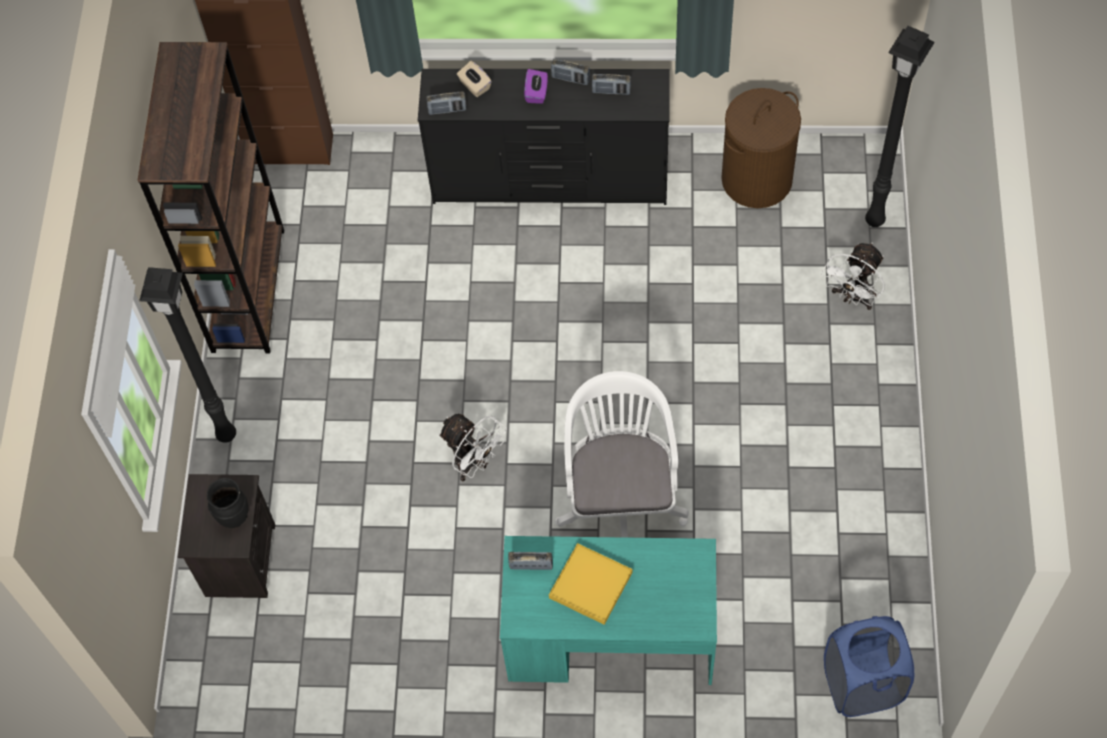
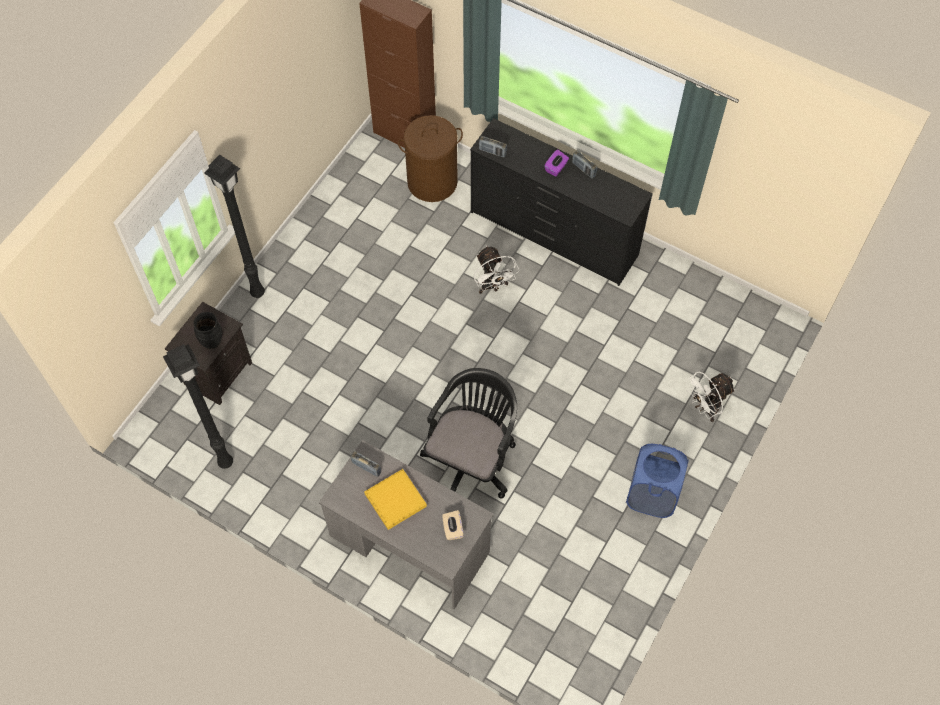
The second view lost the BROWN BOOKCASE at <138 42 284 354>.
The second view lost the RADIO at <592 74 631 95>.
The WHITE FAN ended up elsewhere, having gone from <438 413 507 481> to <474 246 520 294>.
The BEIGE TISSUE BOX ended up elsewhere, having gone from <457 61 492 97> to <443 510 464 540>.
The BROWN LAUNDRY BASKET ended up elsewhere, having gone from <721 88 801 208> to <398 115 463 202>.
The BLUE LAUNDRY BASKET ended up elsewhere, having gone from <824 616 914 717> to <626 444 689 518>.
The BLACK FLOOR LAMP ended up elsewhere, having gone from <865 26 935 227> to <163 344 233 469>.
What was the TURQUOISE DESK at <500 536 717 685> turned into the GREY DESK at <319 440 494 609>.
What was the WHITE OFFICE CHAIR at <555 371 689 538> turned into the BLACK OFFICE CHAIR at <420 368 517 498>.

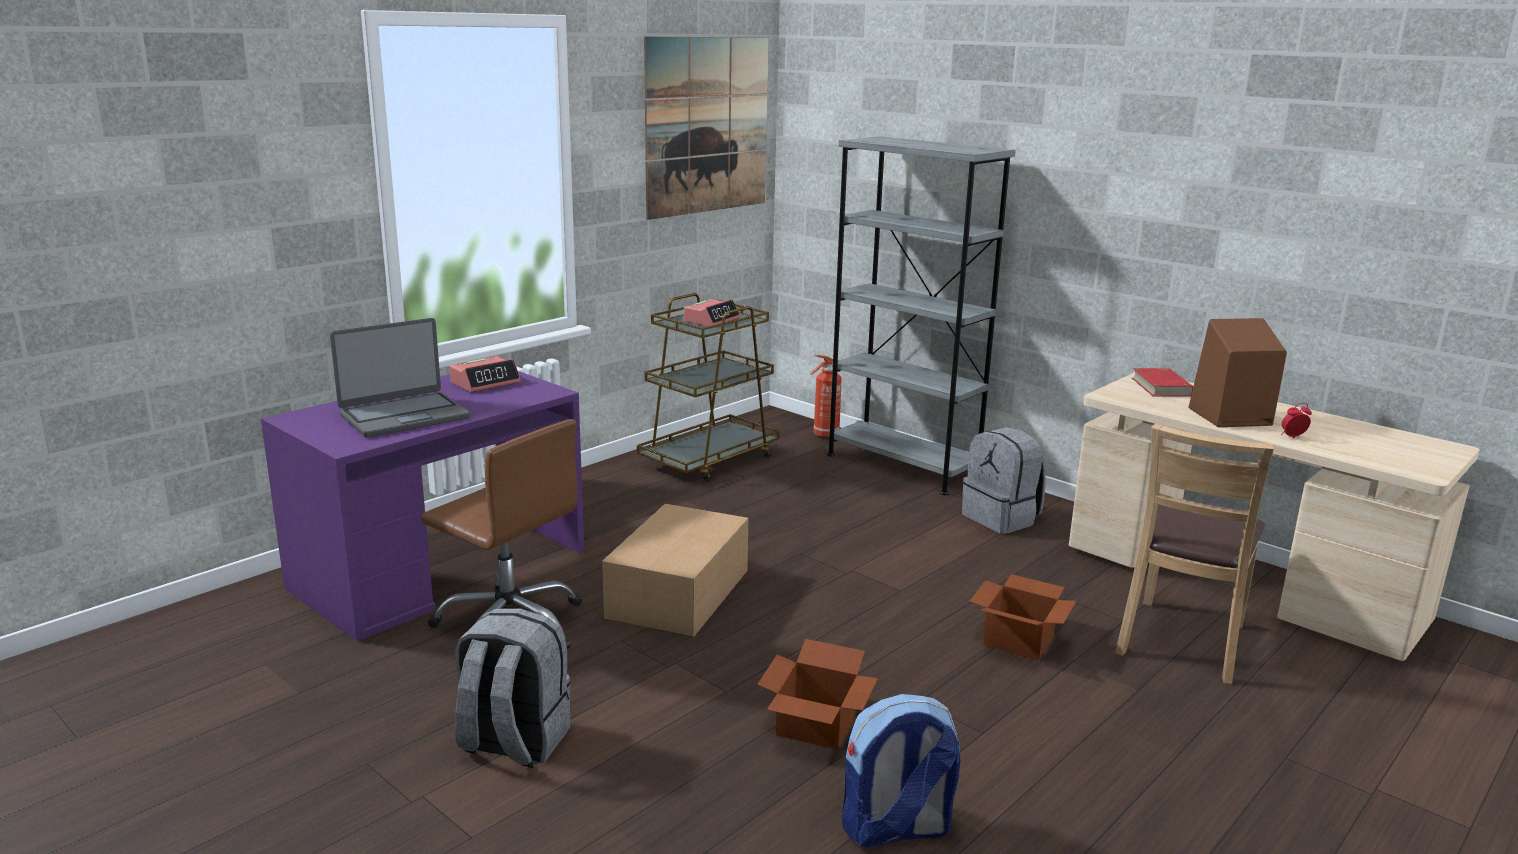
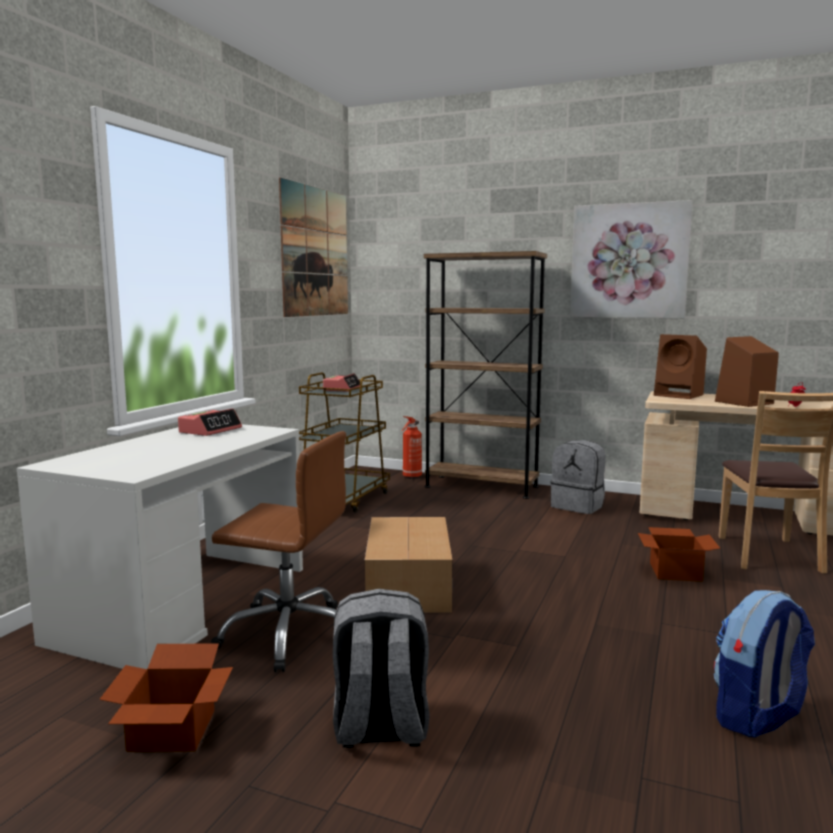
The second view lost the LAPTOP at <330 318 470 438>.
The second view gained the PICTURE at <570 200 693 318>.
The CARDBOARD BOX ended up elsewhere, having gone from <757 639 878 750> to <99 643 233 752>.
Where the RED BOOK stood at <1132 368 1193 397>, the BROWN SPEAKER came to stand at <654 334 707 399>.
What was the PURPLE DESK at <261 371 584 641> turned into the WHITE DESK at <17 424 303 669>.
What was the GREY BOOKCASE at <827 136 1016 495> turned into the BROWN BOOKCASE at <424 251 547 499>.

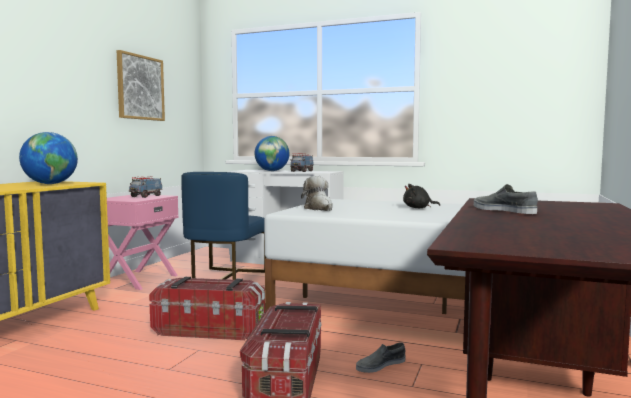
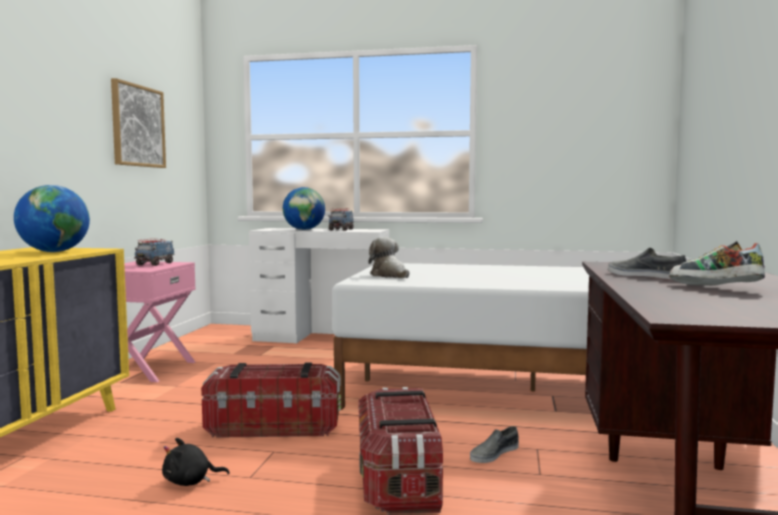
The second view lost the BLUE CHAIR at <181 172 266 280>.
The second view gained the SHOE at <669 241 765 285>.
The BLACK PLUSH TOY ended up elsewhere, having gone from <403 184 440 208> to <162 438 229 486>.

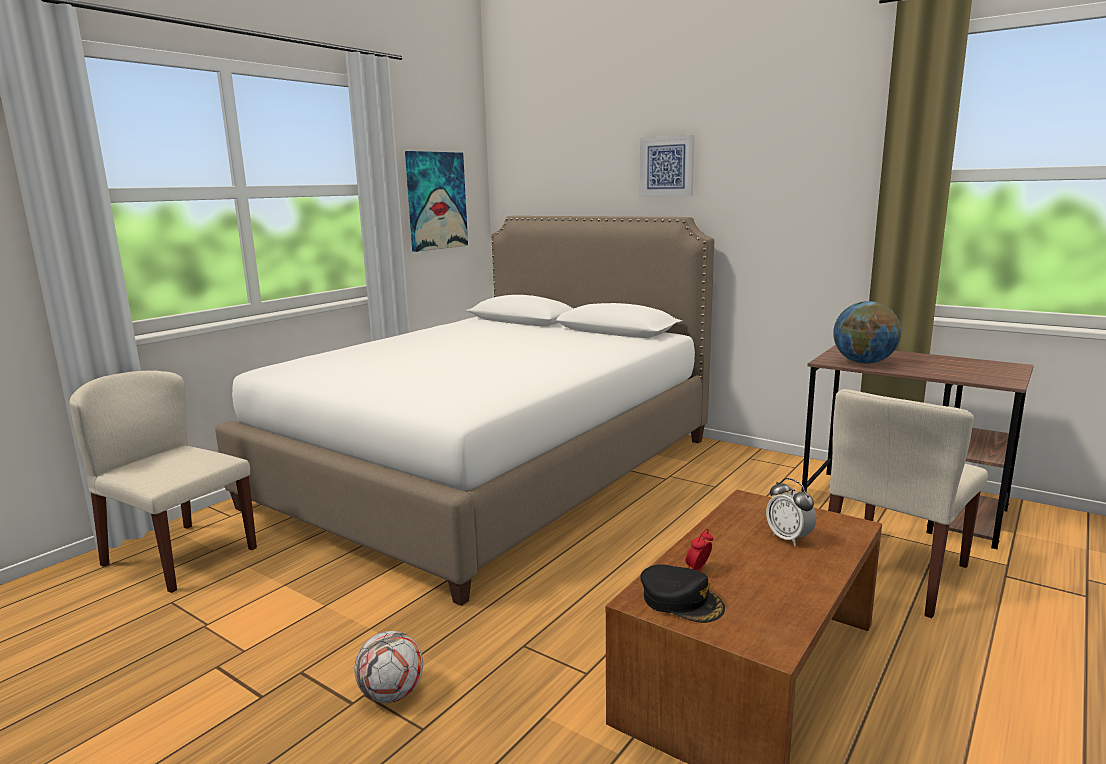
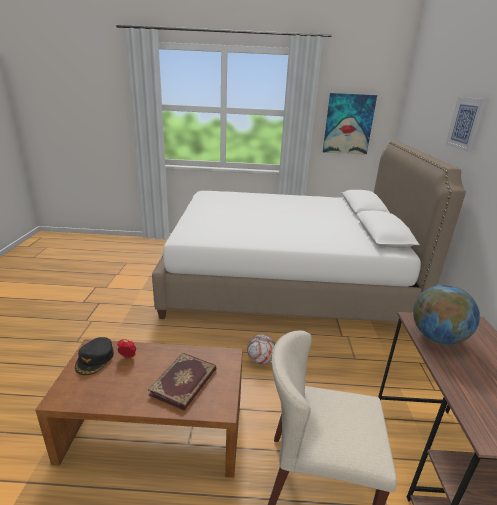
The second view lost the BEIGE CHAIR at <69 371 257 593>.
The FOOTBALL ended up elsewhere, having gone from <354 631 423 703> to <247 334 275 365>.
Where the ALARM CLOCK stood at <766 478 816 546>, the BOOK came to stand at <148 352 216 411>.

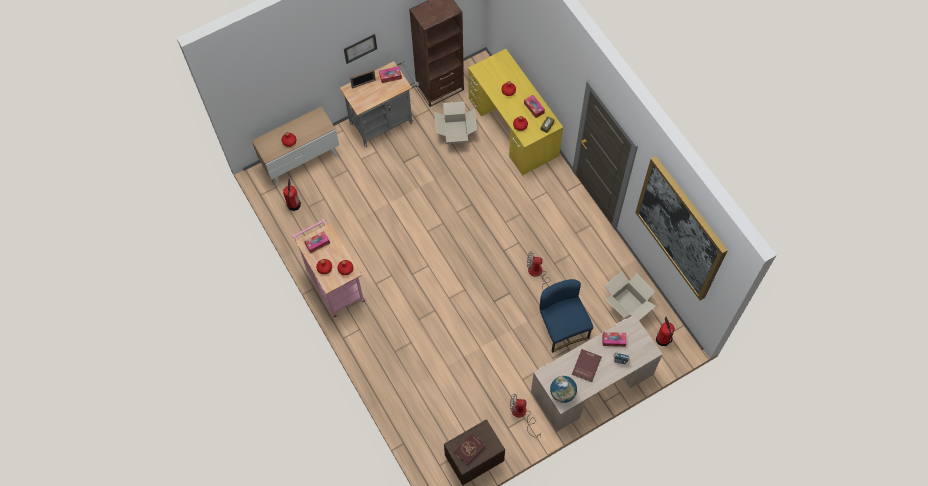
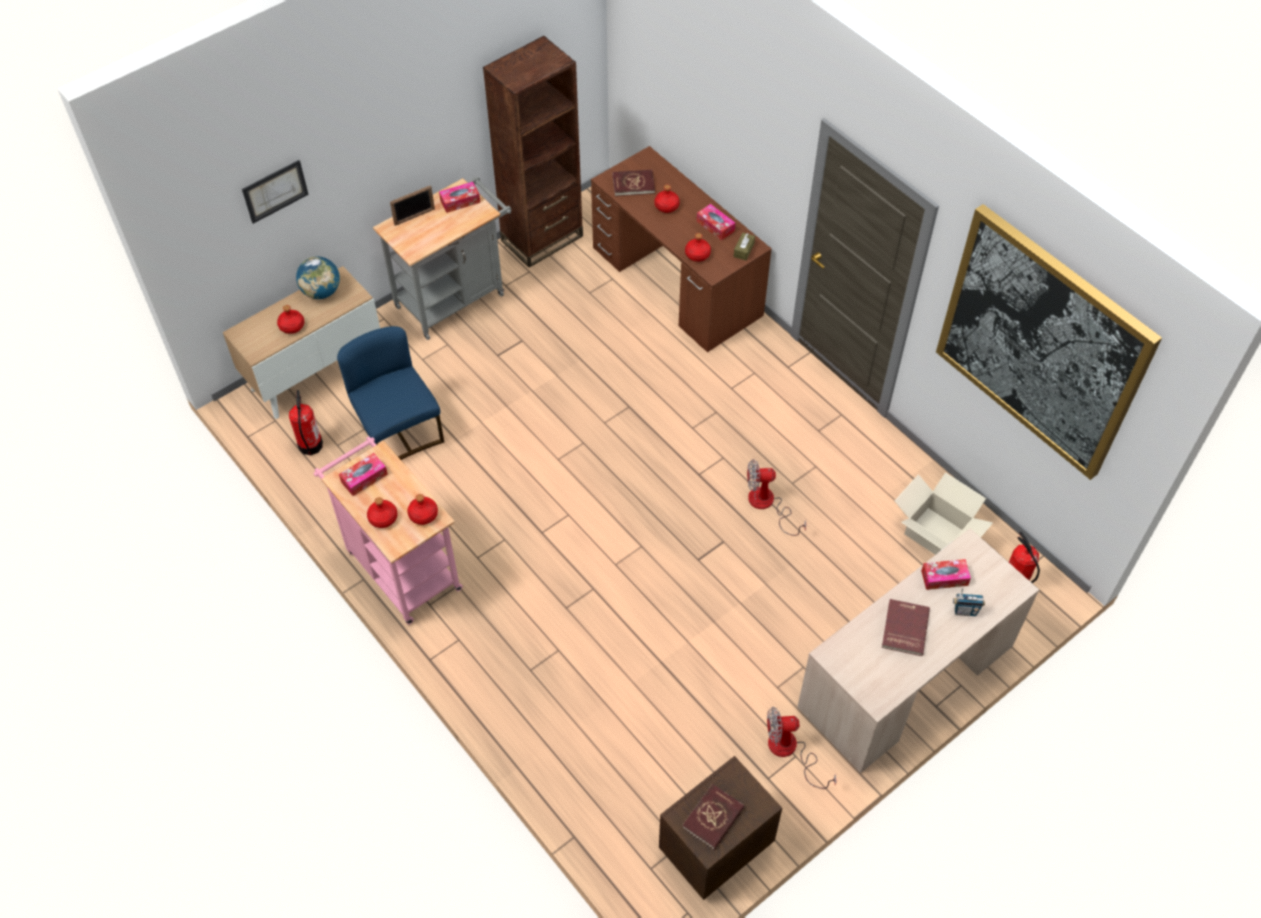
The second view lost the CARDBOARD BOX at <435 101 477 144>.
The second view gained the RED BOOK at <612 170 655 196>.
The PICTURE ended up elsewhere, having gone from <344 34 377 64> to <242 160 309 224>.
The BLUE CHAIR ended up elsewhere, having gone from <540 279 593 353> to <337 326 444 460>.
The GLOBE ended up elsewhere, having gone from <550 376 577 403> to <296 256 340 299>.
What was the YELLOW DESK at <468 49 563 176> turned into the BROWN DESK at <591 146 772 352>.

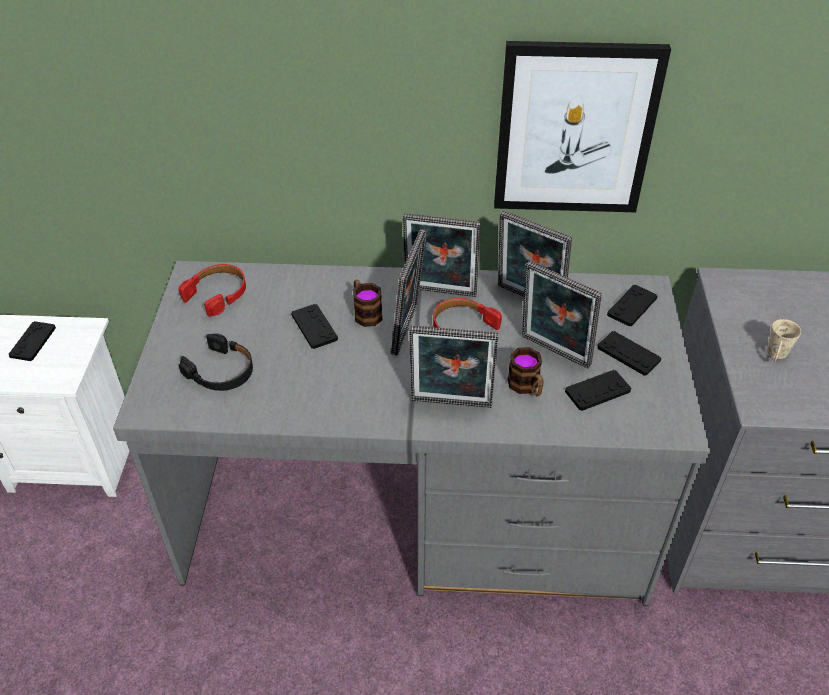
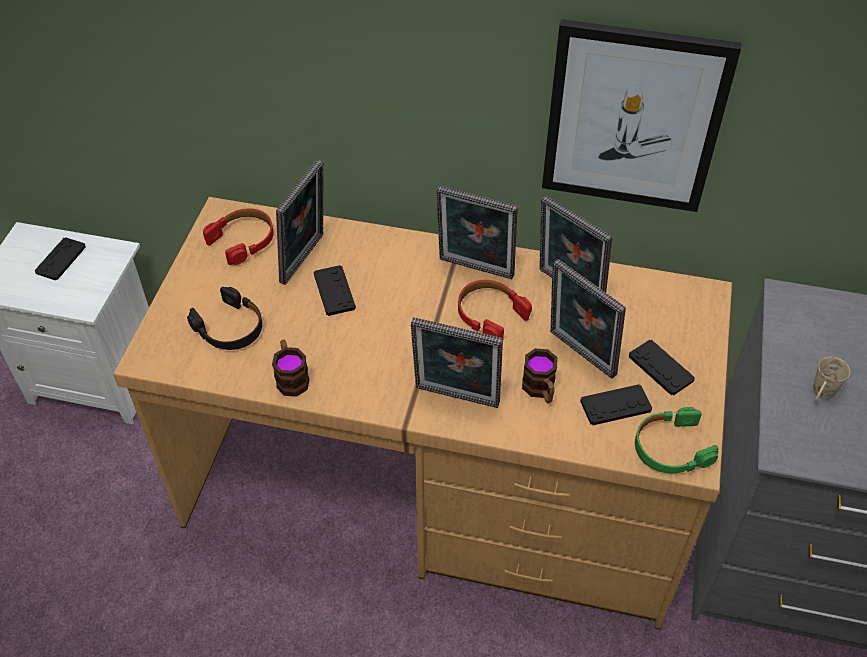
The second view lost the BLACK GAME CONTROLLER at <607 285 657 327>.
The second view gained the GREEN HEADPHONES at <635 407 719 473>.
The MUG ended up elsewhere, having gone from <353 280 383 327> to <272 340 310 397>.
The PICTURE FRAME ended up elsewhere, having gone from <391 229 427 356> to <276 160 324 285>.
What was the GREY DESK at <113 261 710 607> turned into the BROWN DESK at <113 197 732 630>.

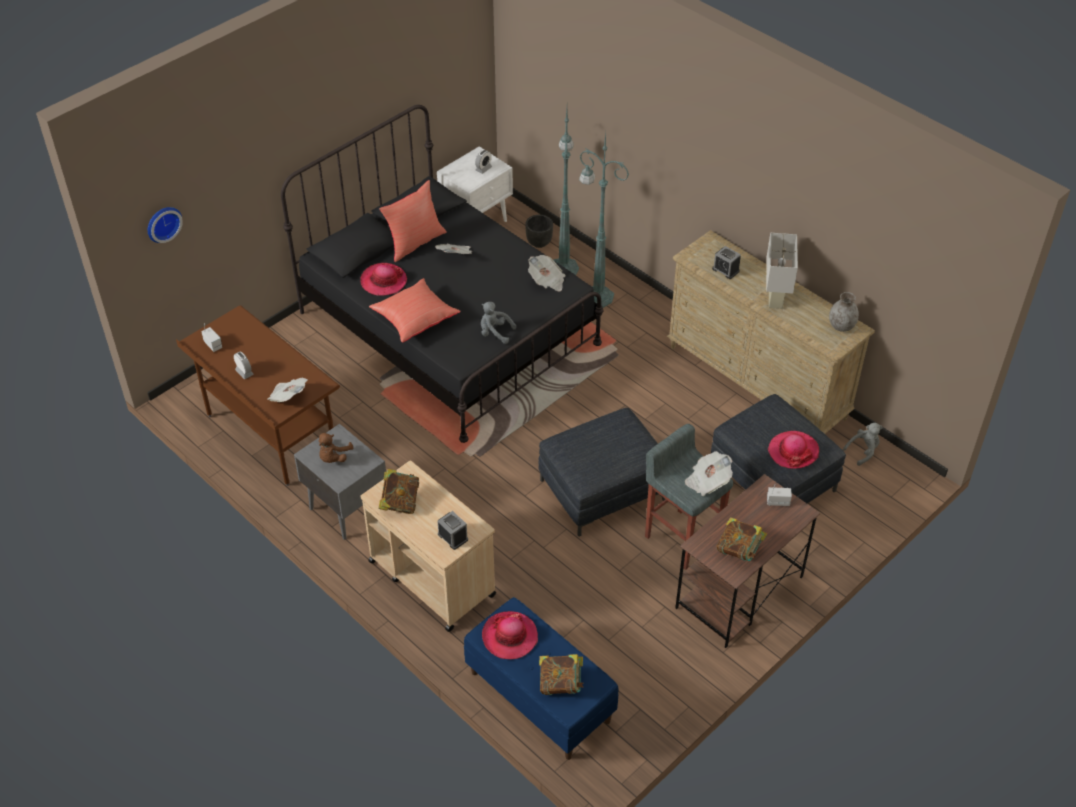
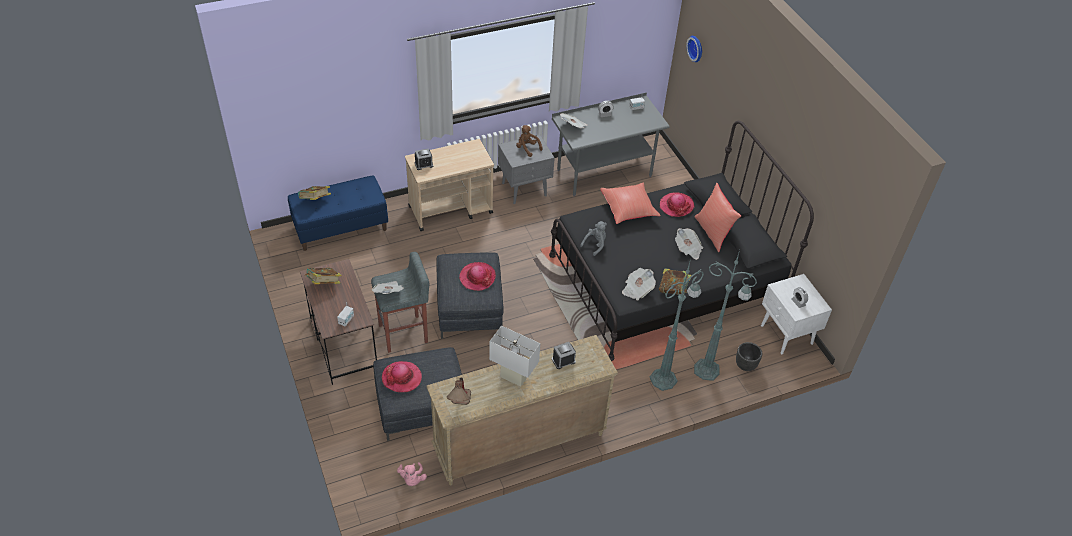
The BOOK ended up elsewhere, having gone from <378 469 419 514> to <659 268 692 295>.
The HAT ended up elsewhere, having gone from <482 611 538 659> to <459 262 496 291>.
Where the GREY VASE stood at <829 292 859 332>, the TABLE LAMP came to stand at <447 377 471 405>.
What was the BROWN DESK at <176 305 340 486> turned into the GREY DESK at <552 92 670 197>.
What was the GREY PLUSH TOY at <843 423 883 466> turned into the PINK PLUSH TOY at <397 462 427 486>.

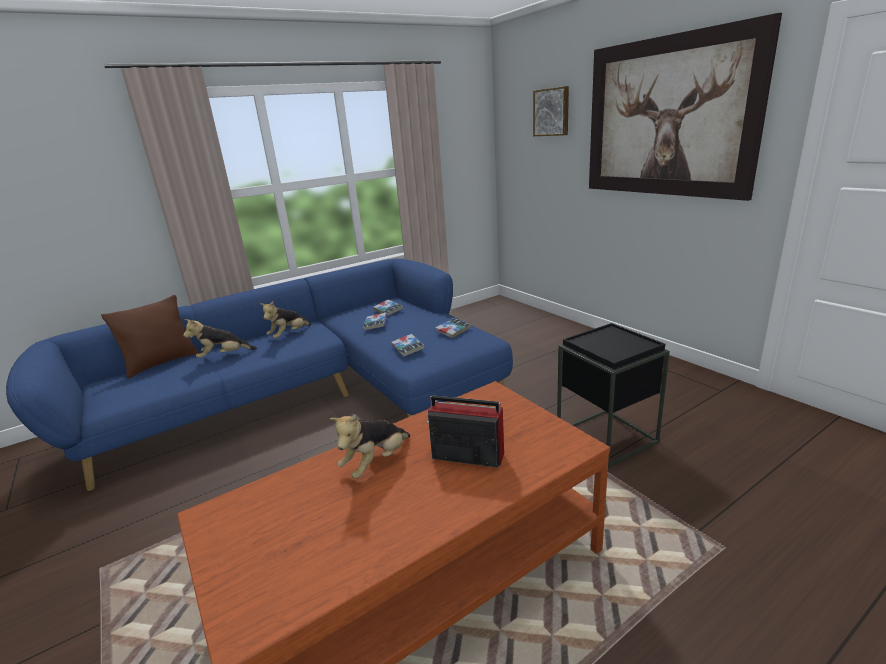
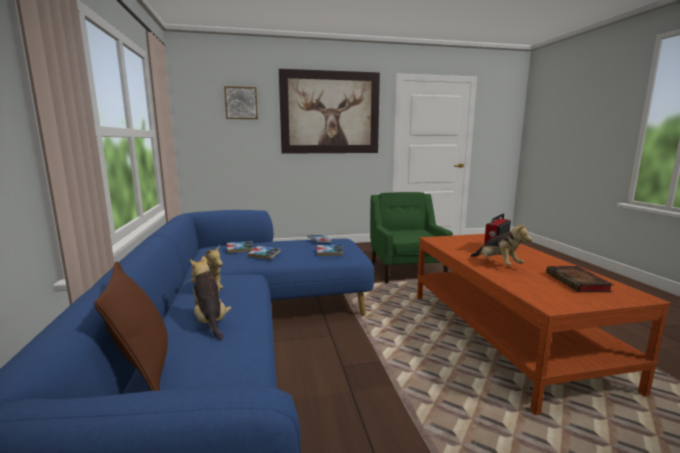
The second view gained the BOOK at <546 266 614 292>.
Where the BLACK SIDE TABLE stood at <557 323 670 467>, the GREEN ARMCHAIR came to stand at <370 192 453 284>.
The PLUSH TOY at <183 319 257 358> ended up facing another way, 150 degrees clockwise from before.

